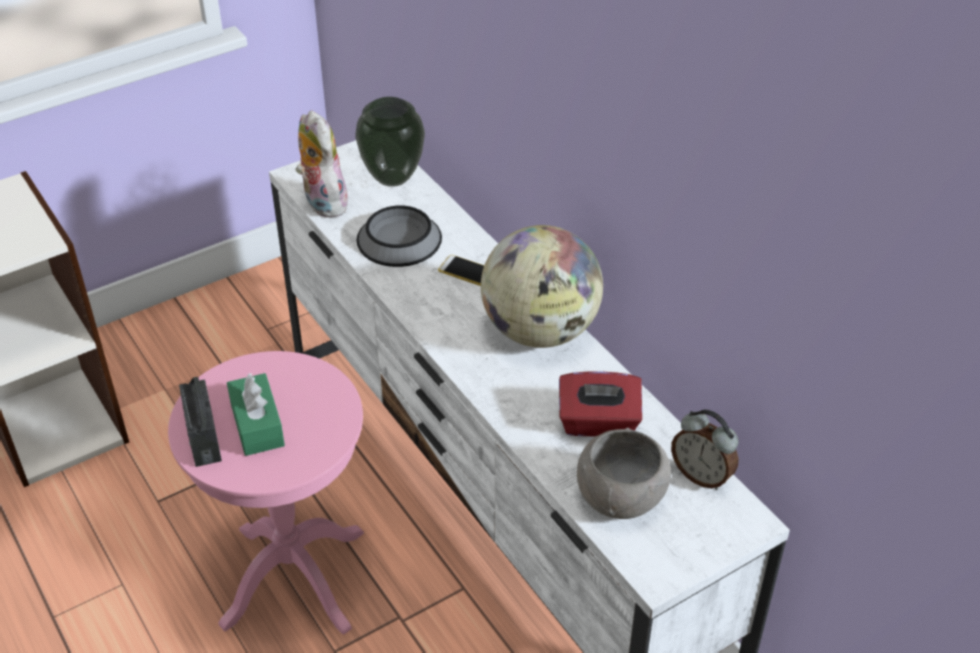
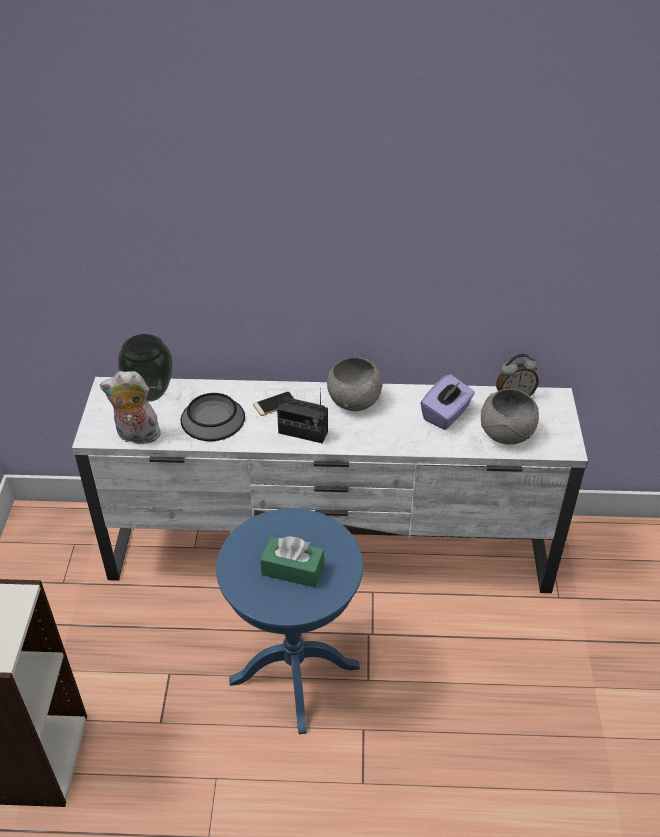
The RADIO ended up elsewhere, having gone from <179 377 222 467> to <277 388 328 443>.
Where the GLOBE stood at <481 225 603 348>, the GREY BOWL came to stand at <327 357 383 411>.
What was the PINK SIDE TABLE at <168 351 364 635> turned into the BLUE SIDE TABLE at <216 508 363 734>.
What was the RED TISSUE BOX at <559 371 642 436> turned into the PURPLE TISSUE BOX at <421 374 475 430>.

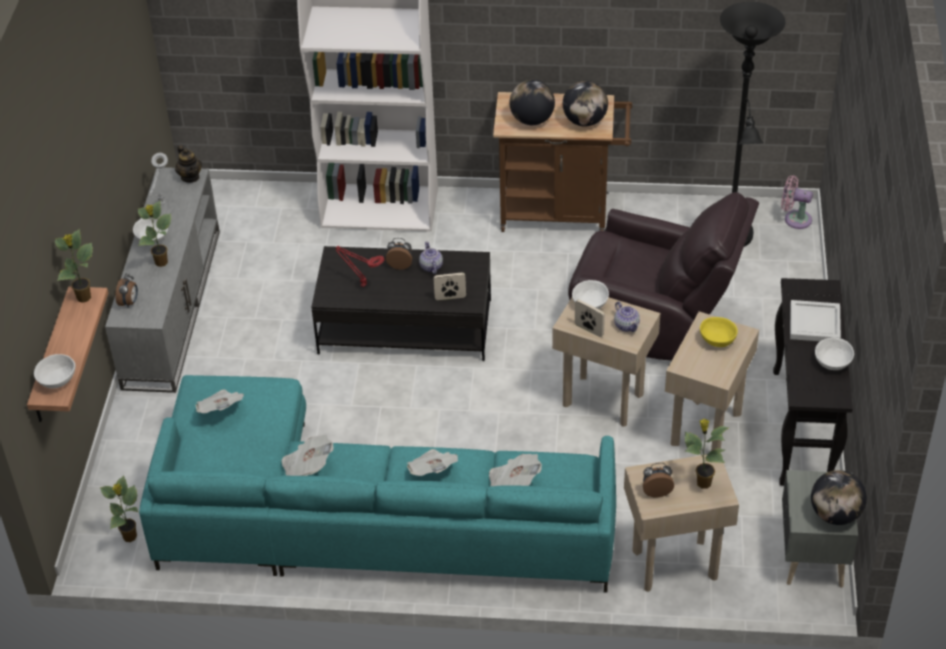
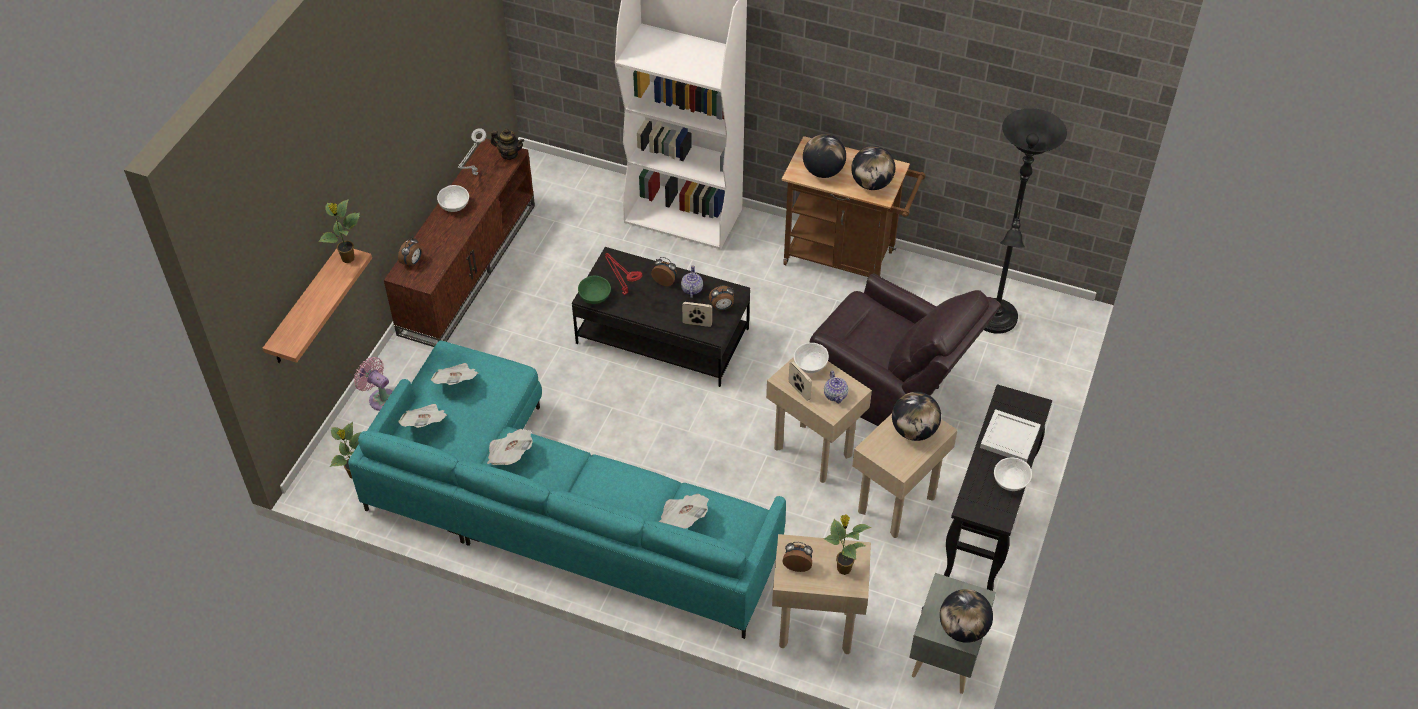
The second view lost the WHITE BOWL at <34 354 75 389>.
The second view lost the POTTED PLANT at <138 201 171 267>.
The second view gained the GREEN BOWL at <578 276 611 304>.
The second view gained the ALARM CLOCK at <709 285 734 310>.
The NEWSPAPER ended up elsewhere, having gone from <407 449 458 476> to <398 404 447 428>.
The PINK FAN ended up elsewhere, having gone from <781 175 813 229> to <354 357 393 411>.
Where the YELLOW BOWL stood at <700 317 738 347>, the GLOBE came to stand at <892 392 941 441>.
What was the GREY TV STAND at <105 167 220 393> turned into the BROWN TV STAND at <384 139 535 347>.
The TEAPOT at <175 145 202 183> ended up facing another way, 60 degrees counterclockwise from before.

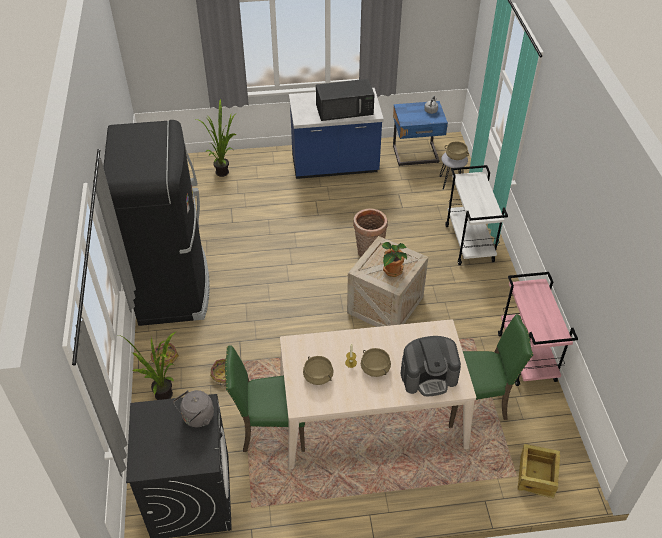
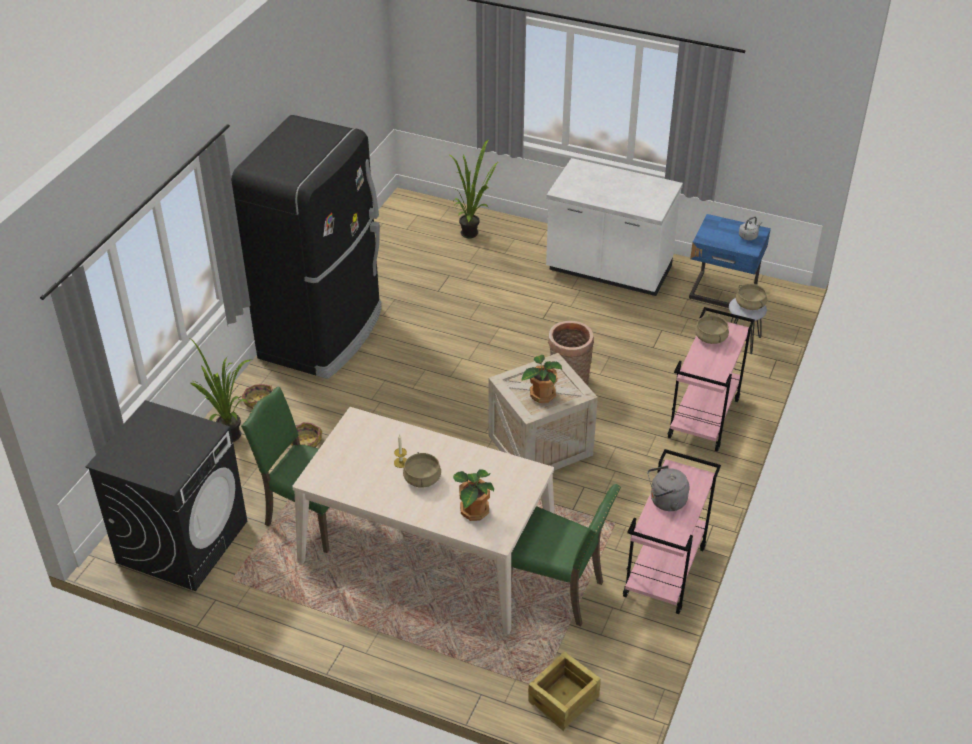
The second view lost the BLACK MICROWAVE at <316 79 375 121>.
The GREY KETTLE ended up elsewhere, having gone from <173 390 214 427> to <647 465 689 511>.
The BEIGE COOKING POT ended up elsewhere, having gone from <303 356 334 385> to <695 314 729 344>.
Where the COFFEE MACHINE stood at <401 336 461 396>, the POTTED PLANT came to stand at <453 469 494 521>.
What was the BLUE COUNTER at <289 88 384 179> turned into the WHITE COUNTER at <546 158 683 296>.
What was the WHITE CART at <445 165 508 265> turned into the PINK CART at <668 307 755 452>.

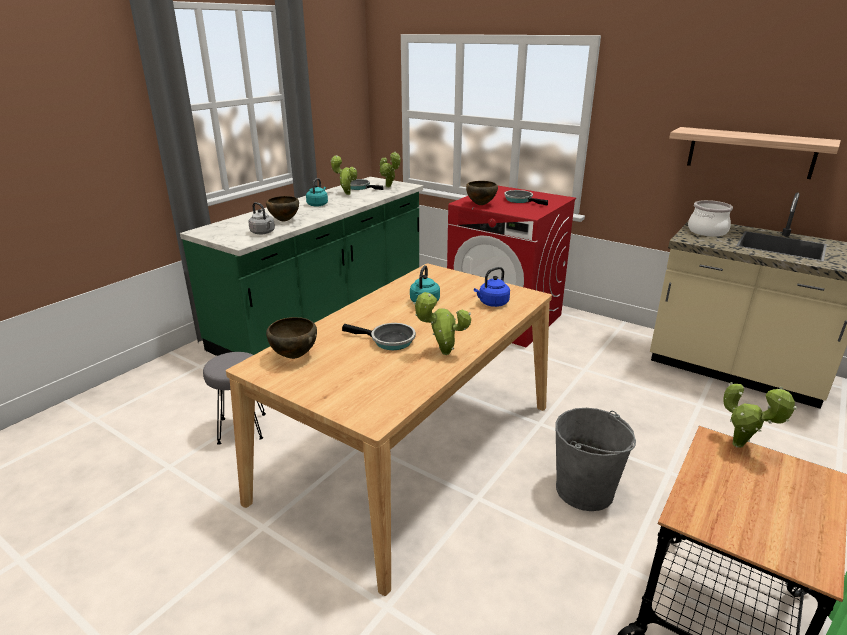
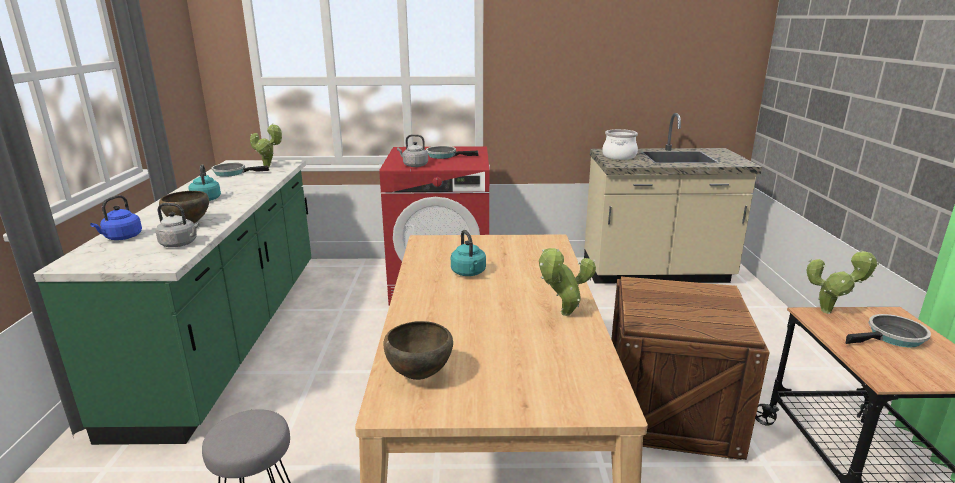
The second view lost the POTTED PLANT at <330 155 357 195>.
The second view lost the SHELF at <669 127 841 179>.
The FRYING PAN ended up elsewhere, having gone from <342 323 416 350> to <846 314 931 348>.
The BLUE KETTLE ended up elsewhere, having gone from <474 267 510 307> to <90 195 142 240>.
Where the BROWN BOWL stood at <466 181 498 205>, the GREY KETTLE came to stand at <397 134 428 167>.
Where the GREY BUCKET stood at <555 408 636 511>, the CRATE came to stand at <611 277 770 460>.

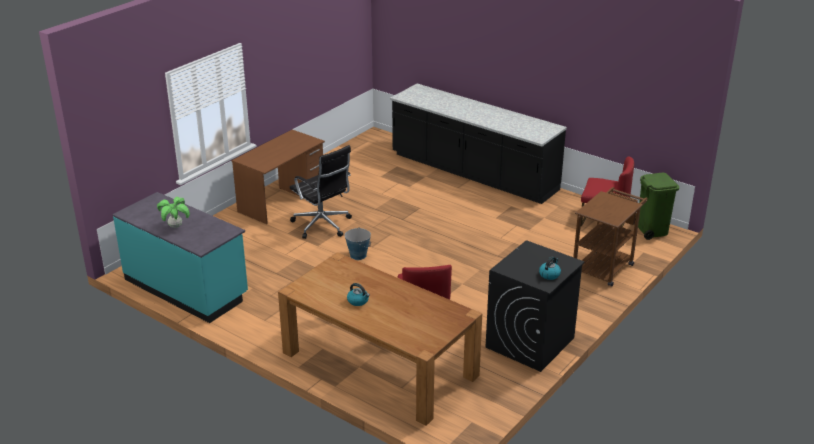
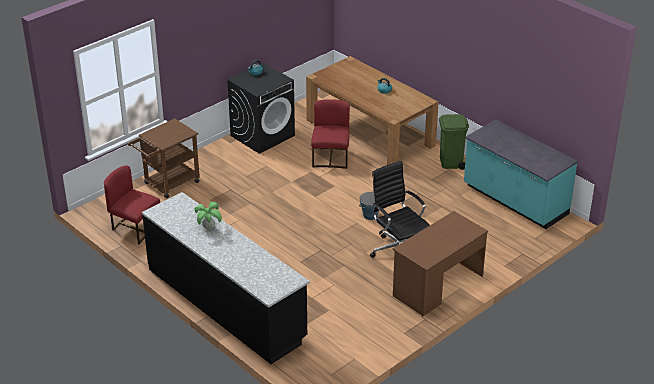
The POTTED PLANT ended up elsewhere, having gone from <157 197 190 228> to <194 202 222 229>.
The GREEN TRASH CAN ended up elsewhere, having gone from <634 173 680 240> to <439 114 469 170>.

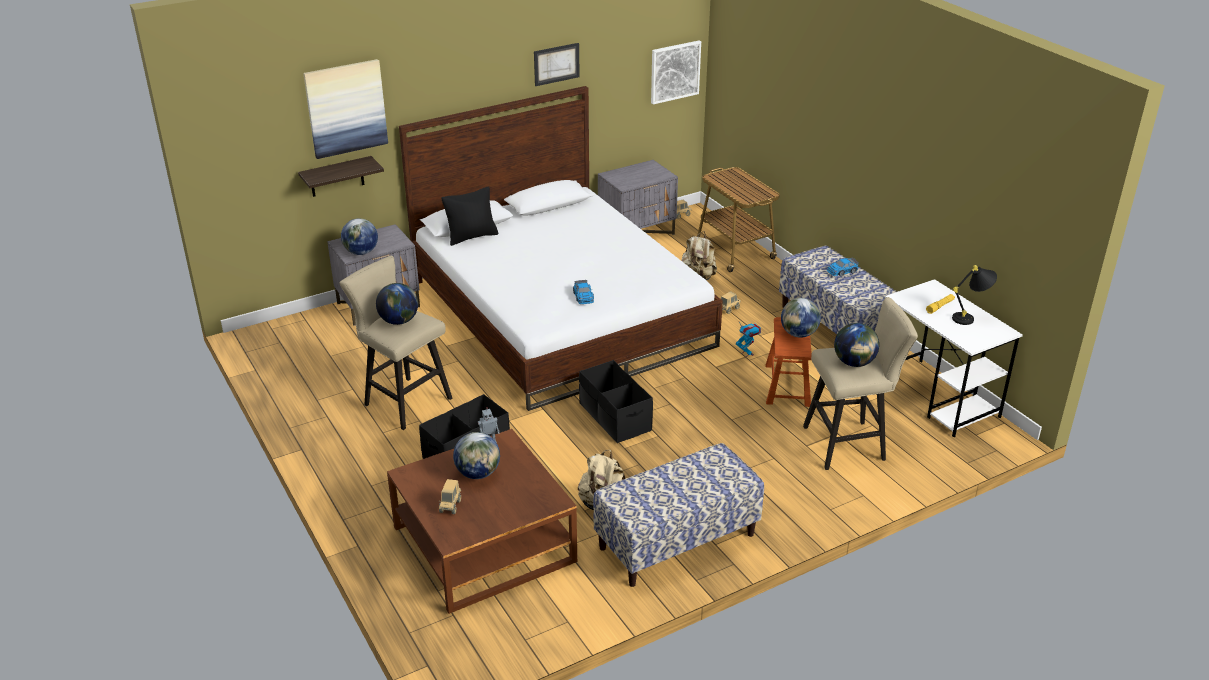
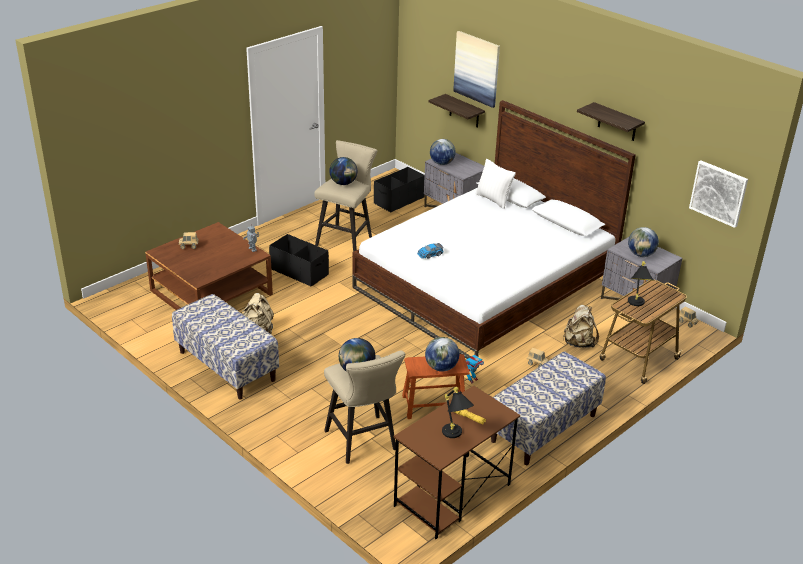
The second view lost the TOY CAR at <827 258 859 276>.
The second view gained the BLACK TABLE LAMP at <628 261 653 306>.
The GLOBE ended up elsewhere, having gone from <453 432 500 479> to <628 227 659 257>.
The BLACK STORAGE BOX ended up elsewhere, having gone from <579 360 653 443> to <374 167 425 212>.
Where the PICTURE hung at <534 43 580 86>, the SHELF came to hang at <577 102 645 141>.
What was the BLACK PILLOW at <441 186 498 246> turned into the WHITE PILLOW at <475 159 516 209>.
What was the WHITE DESK at <885 279 1023 437> turned into the BROWN DESK at <393 386 520 539>.

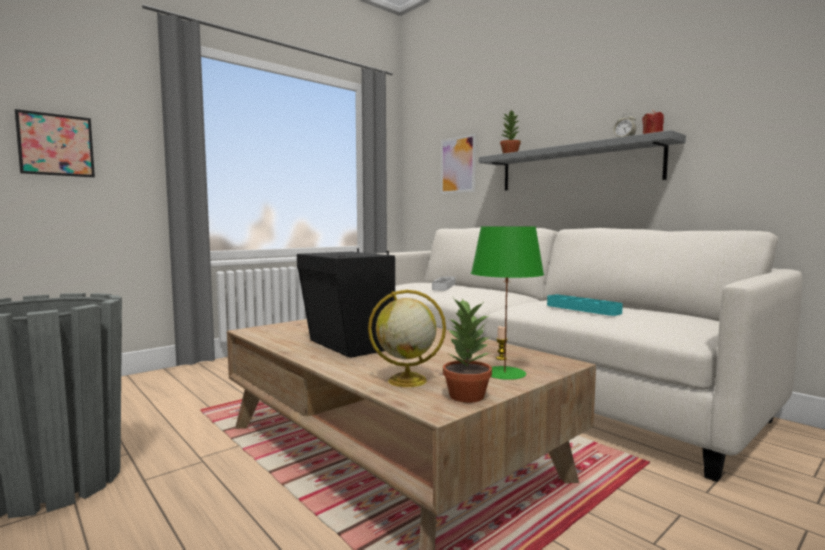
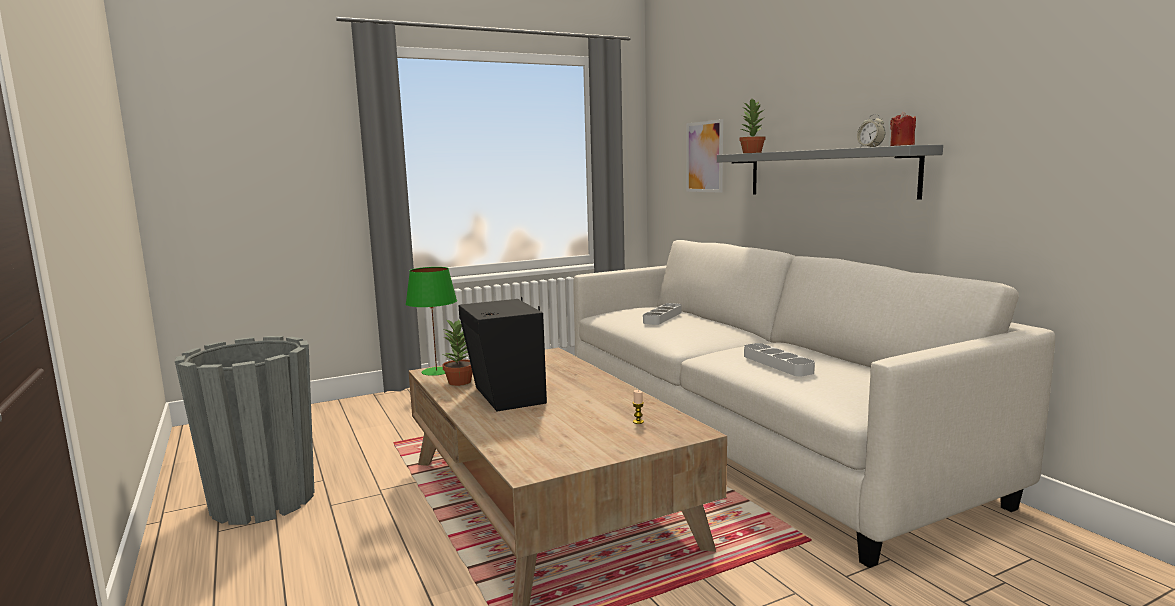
The second view lost the PICTURE at <15 109 95 177>.
The second view lost the GLOBE at <368 290 446 387>.
The POTTED PLANT ended up elsewhere, having gone from <443 298 492 403> to <442 319 473 386>.
The GREEN TABLE LAMP ended up elsewhere, having gone from <471 226 544 380> to <406 267 457 376>.
What was the TURQUOISE TRAY at <547 295 623 316> turned into the GREY TRAY at <744 343 815 376>.

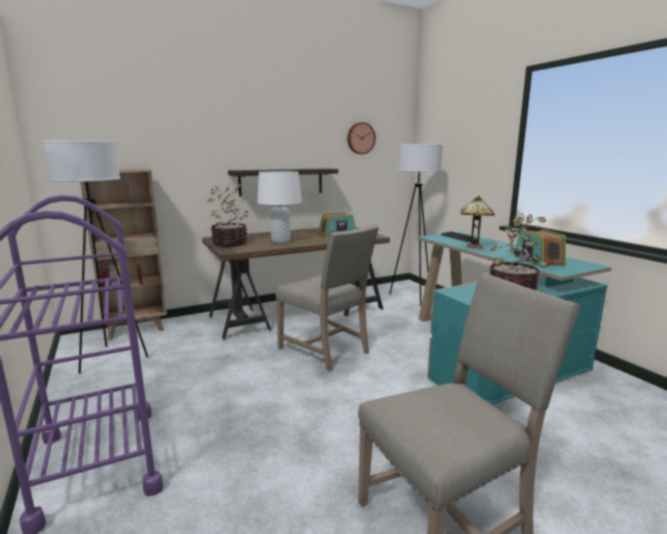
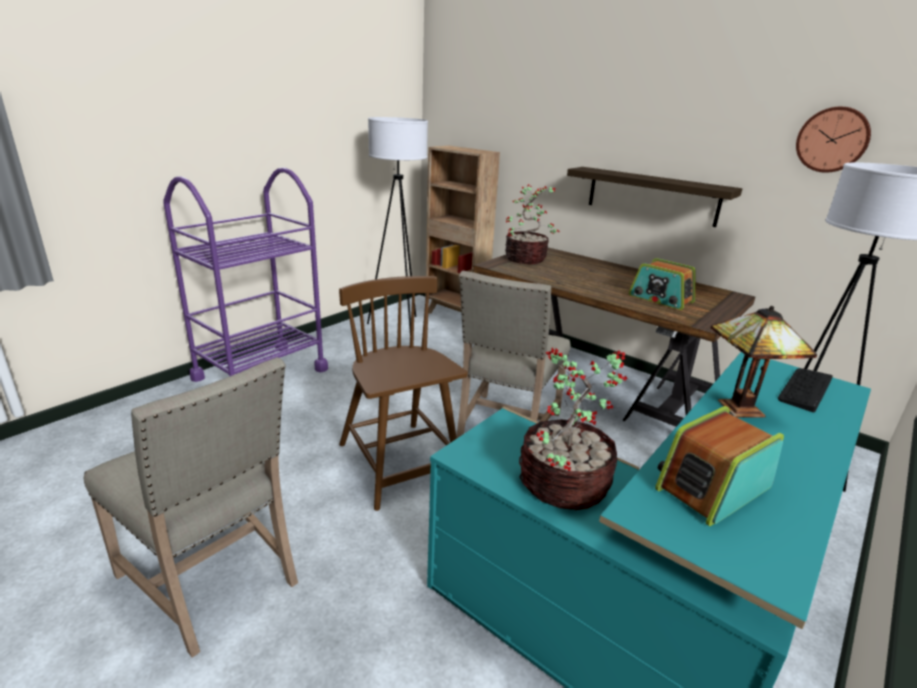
The second view lost the WHITE TABLE LAMP at <257 170 302 243>.
The second view gained the BROWN CHAIR at <339 276 467 511>.

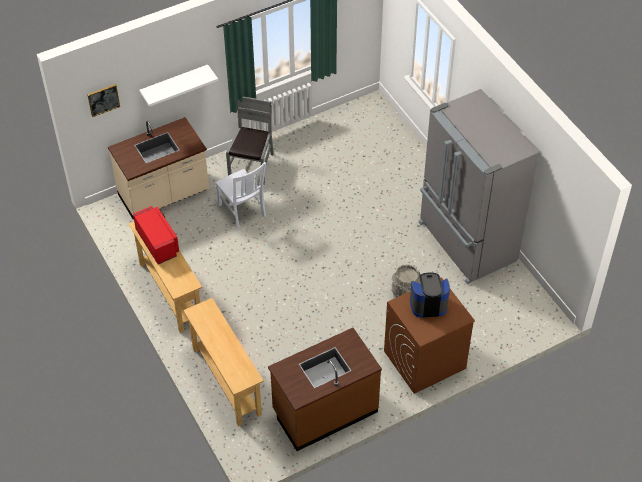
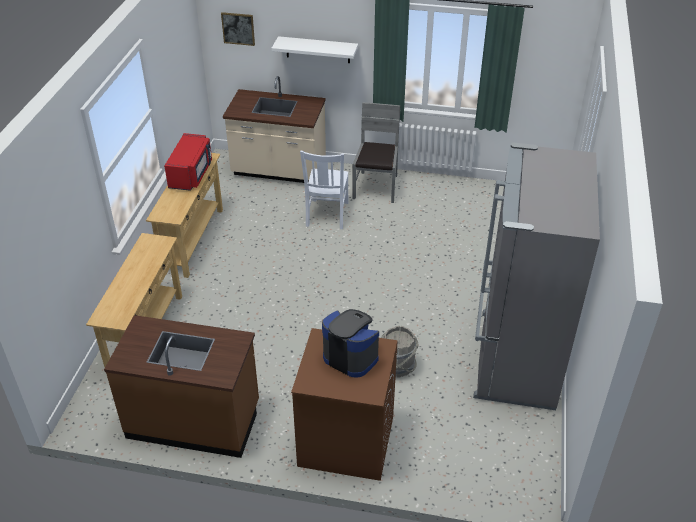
The GREY CHAIR at <226 97 274 184> ended up facing another way, 45 degrees counterclockwise from before.

